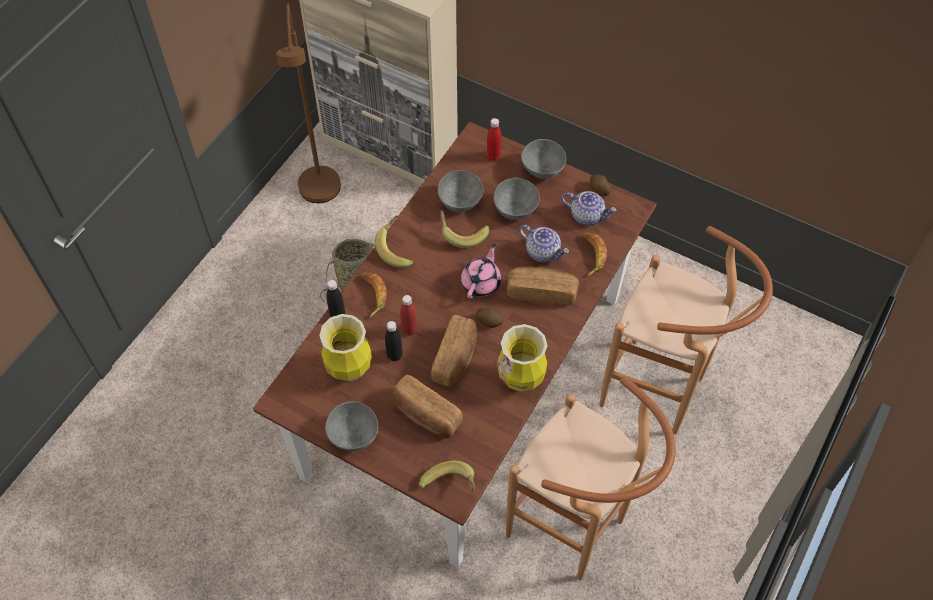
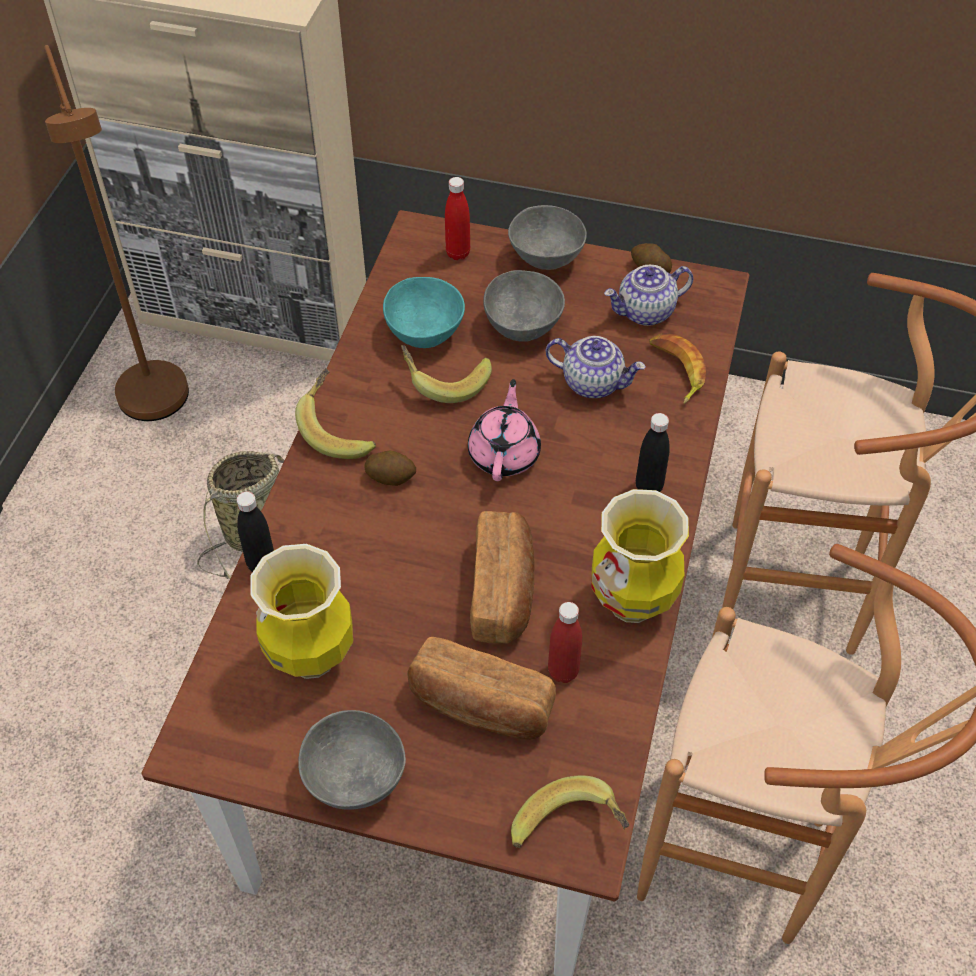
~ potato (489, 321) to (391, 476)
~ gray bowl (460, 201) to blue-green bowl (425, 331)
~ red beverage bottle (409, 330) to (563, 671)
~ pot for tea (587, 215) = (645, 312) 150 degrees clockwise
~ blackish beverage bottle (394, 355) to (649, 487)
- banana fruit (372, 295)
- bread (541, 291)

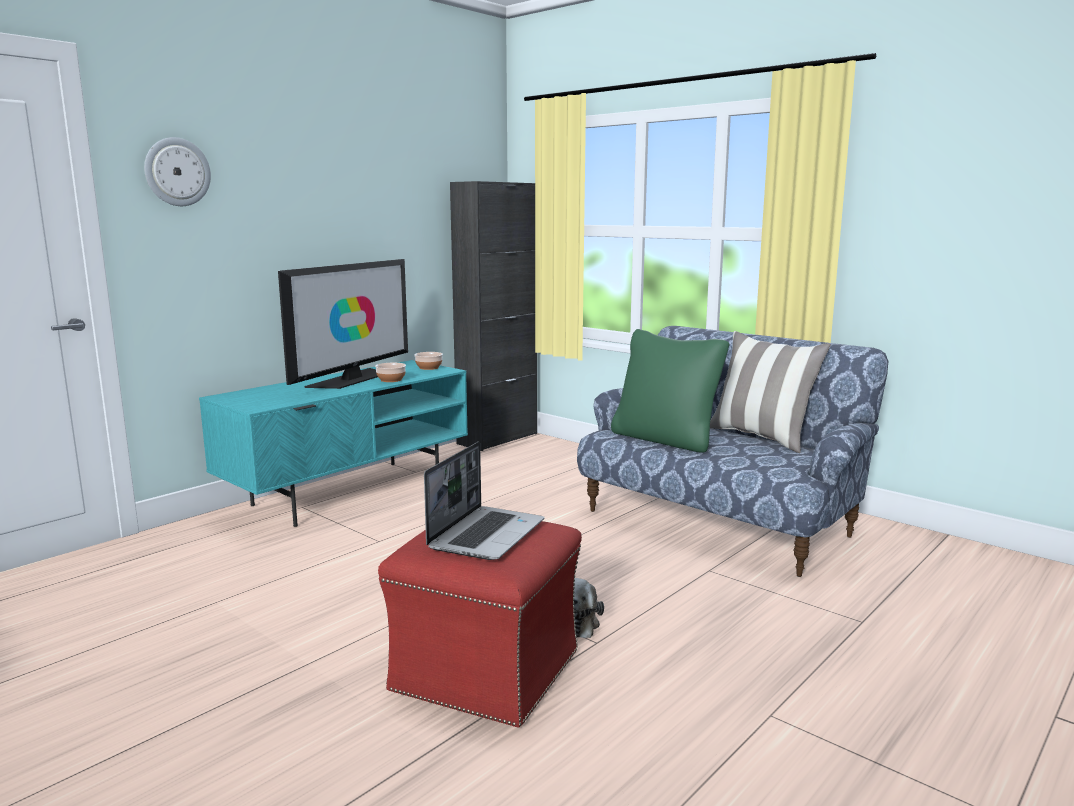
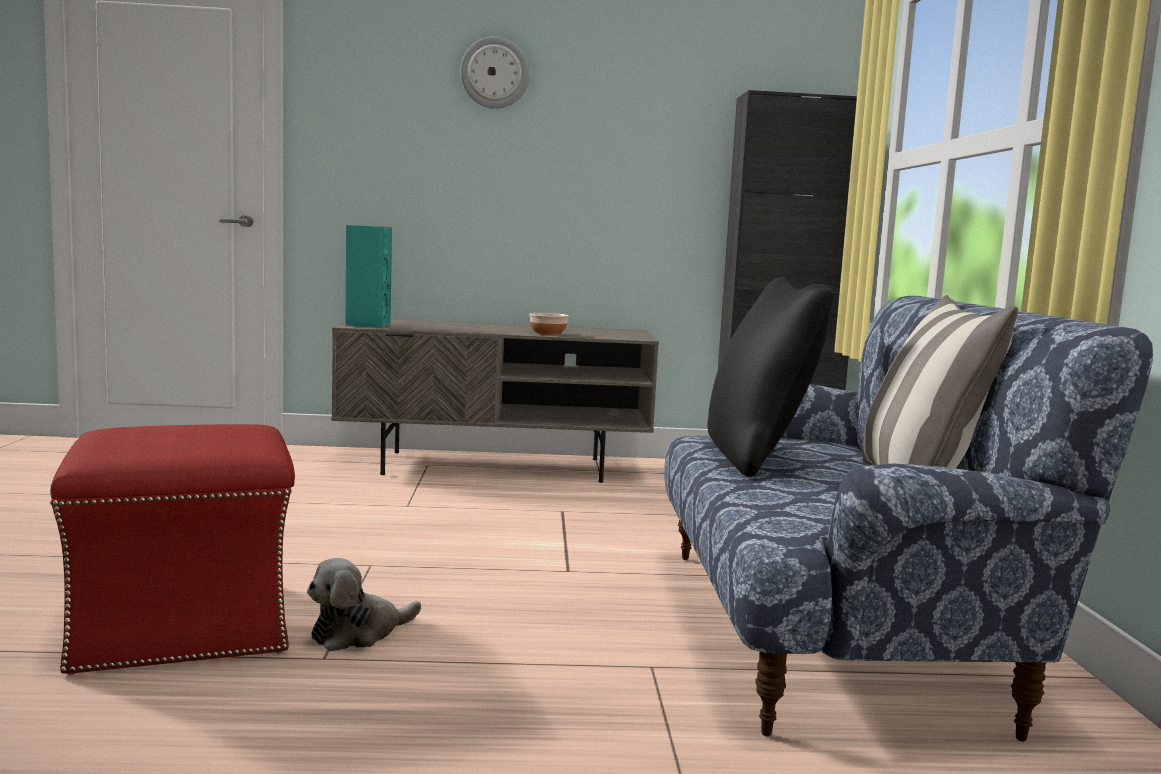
~ blue-green tv stand (349, 491) to gray tv stand (496, 466)
+ blue-green loudspeaker (368, 325)
~ clock on the wall (177, 172) to (495, 73)
~ green pillow (665, 439) to blackish pillow (756, 457)
- television (352, 379)
- bowl (428, 367)
- laptop (486, 534)

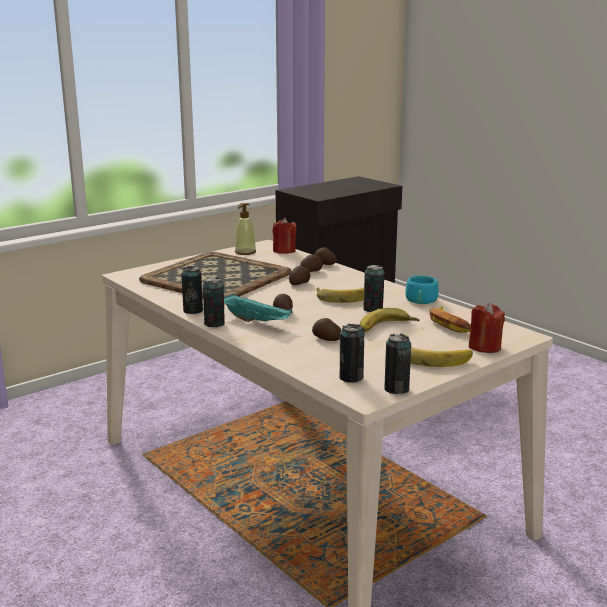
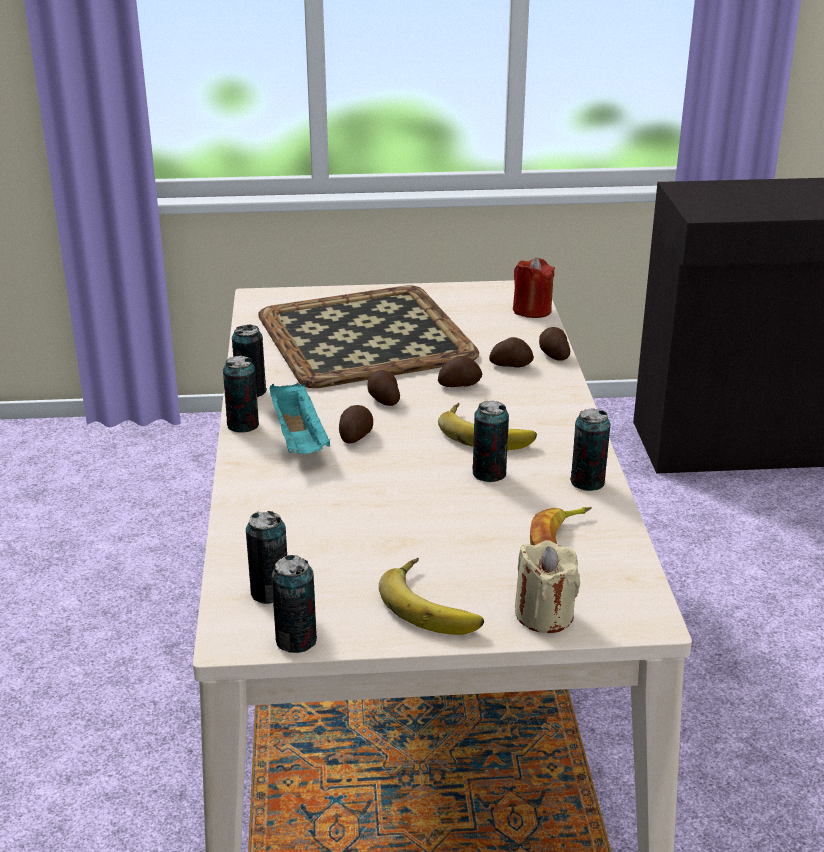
~ potato (326, 339) to (383, 399)
~ red wax candle (484, 347) to beige wax candle (544, 615)
~ blue-green drinking cup (421, 301) to can (587, 482)
- soap dispenser (245, 252)
- banana fruit (387, 328)

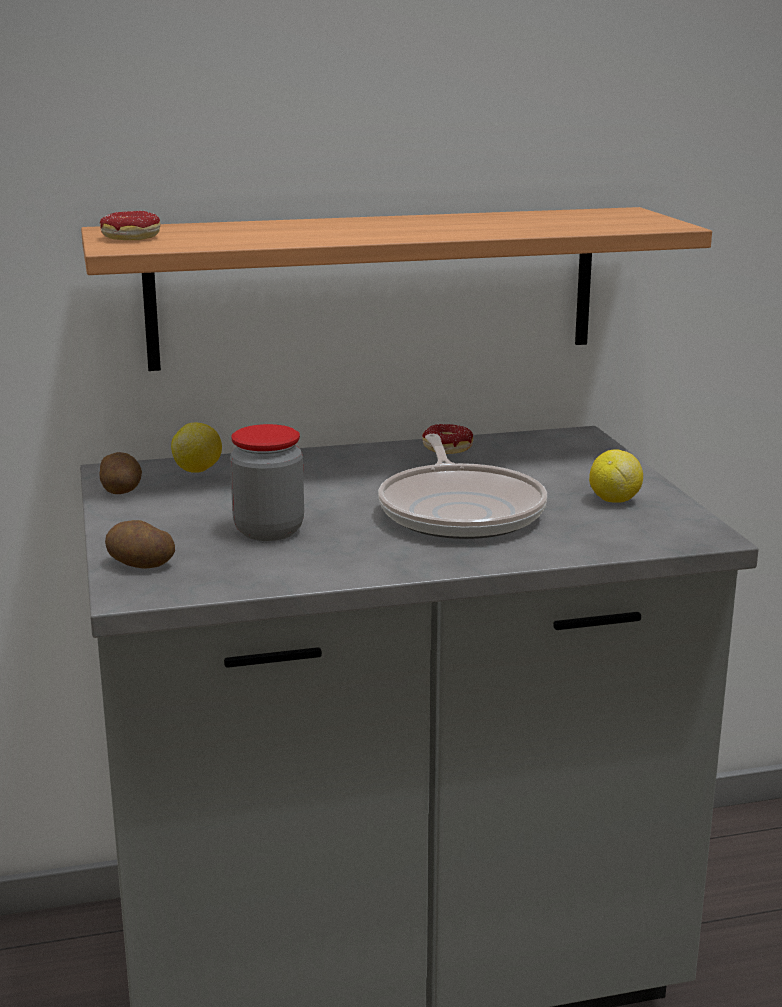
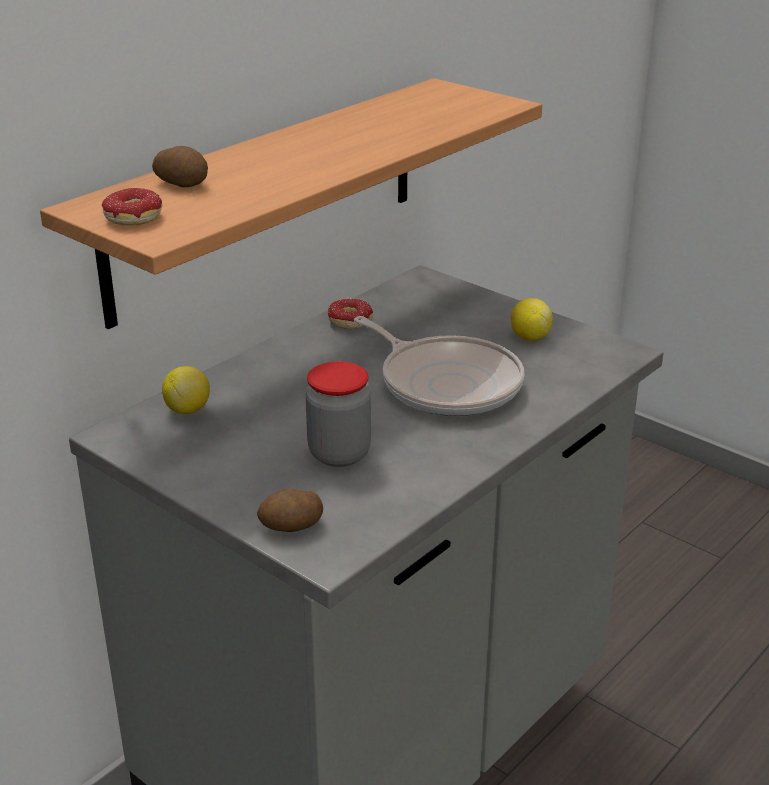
~ potato (121, 490) to (183, 183)

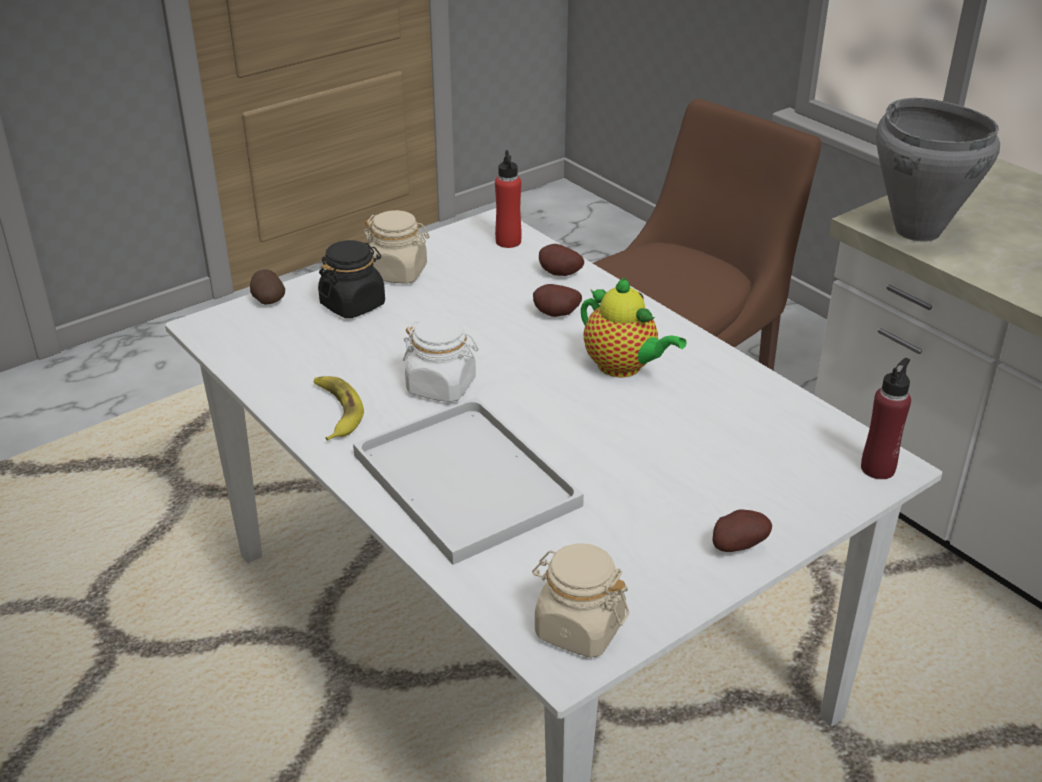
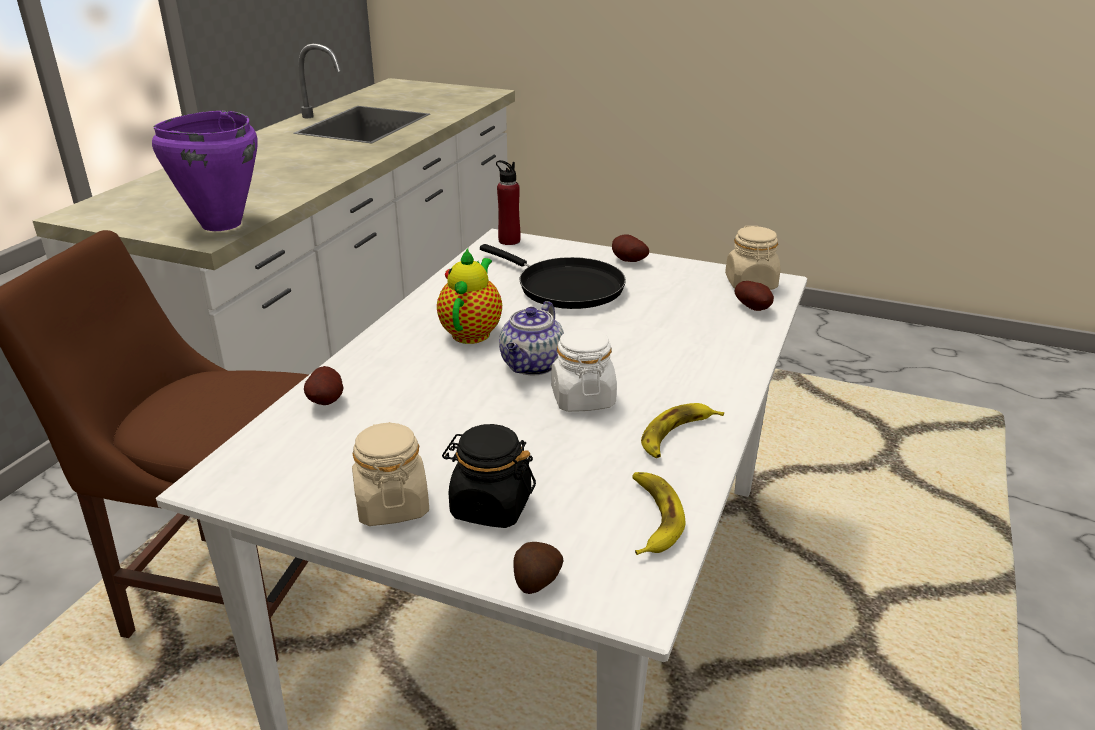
~ gray stockpot (917, 230) to purple stockpot (220, 224)
+ blackish skillet (564, 287)
+ pot for tea (532, 366)
+ banana fruit (652, 517)
~ potato (556, 315) to (754, 309)
- white tray (461, 479)
- red beverage bottle (508, 242)

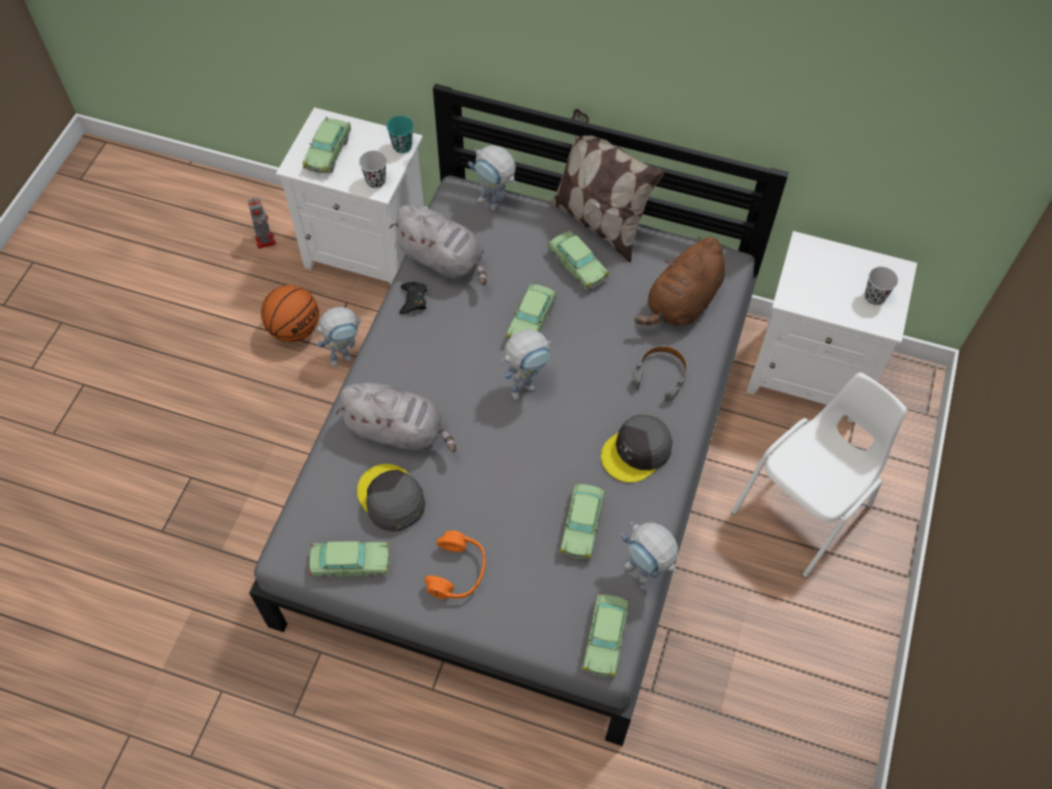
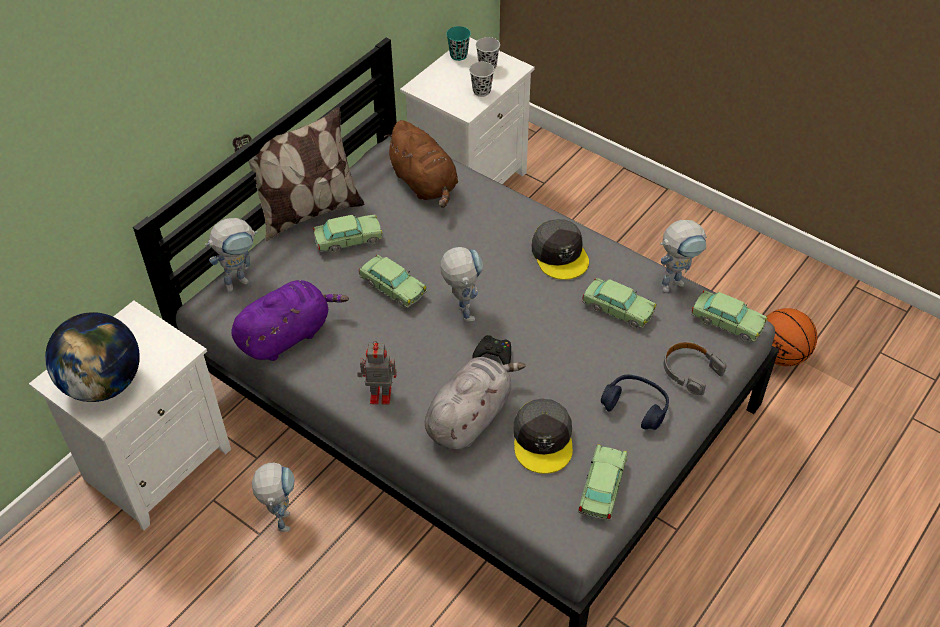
~ model car (328, 152) to globe (104, 383)
~ gray soft toy (443, 261) to purple soft toy (287, 335)
~ robot figure (265, 240) to (379, 394)
~ blue-green drinking cup (402, 146) to (458, 55)
~ blackish drinking cup (376, 181) to (481, 91)
~ blackish gamepad (413, 300) to (494, 354)
~ gray cap (391, 498) = (543, 440) 75 degrees counterclockwise
~ orange headset (457, 571) to bluish headset (636, 407)
~ gray headset (660, 375) to (690, 370)
~ basketball ball (294, 329) to (781, 355)
- white plain chair (804, 510)

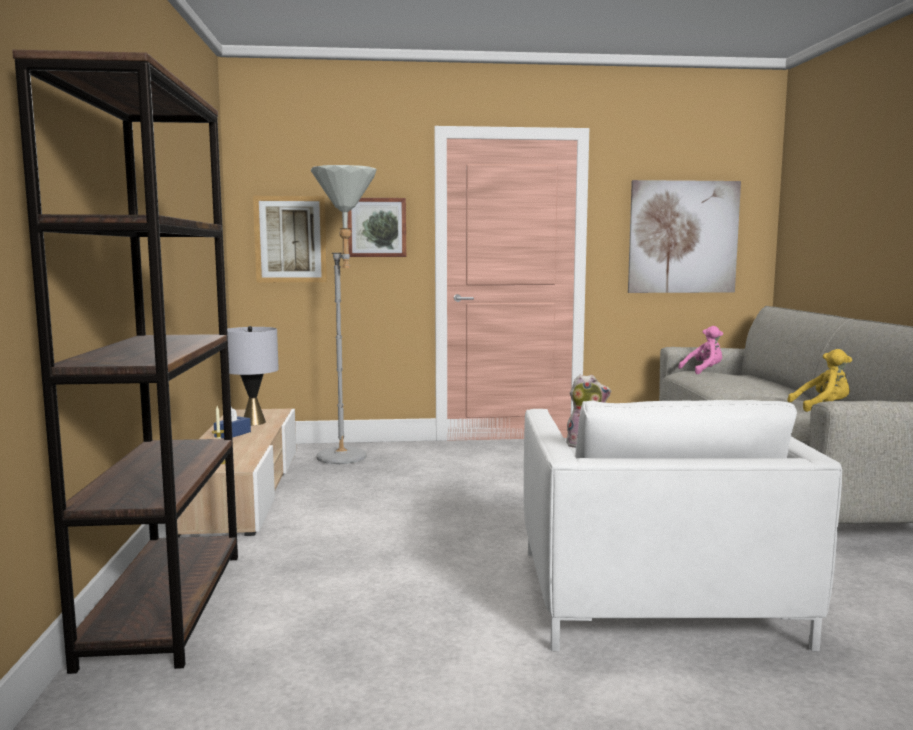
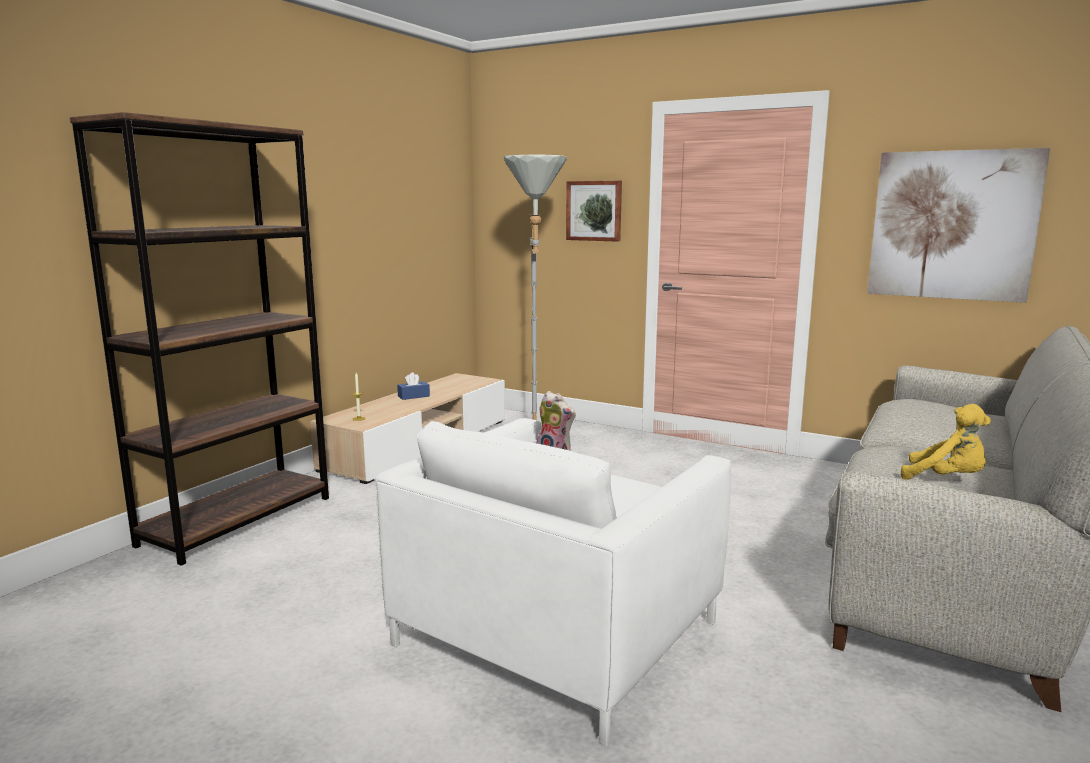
- gray tabletop lamp (253, 422)
- wall art (290, 239)
- pink soft toy (704, 371)

